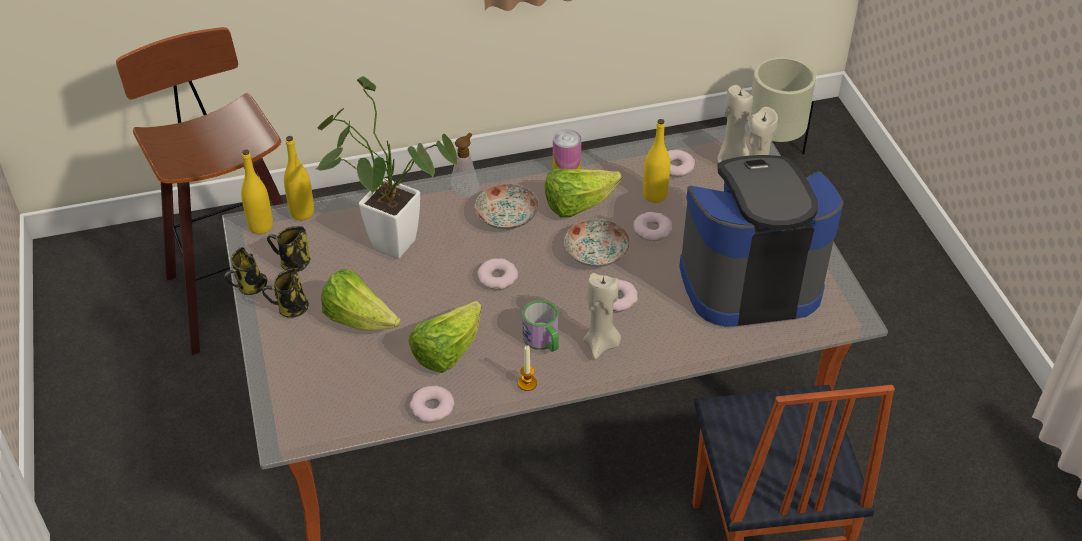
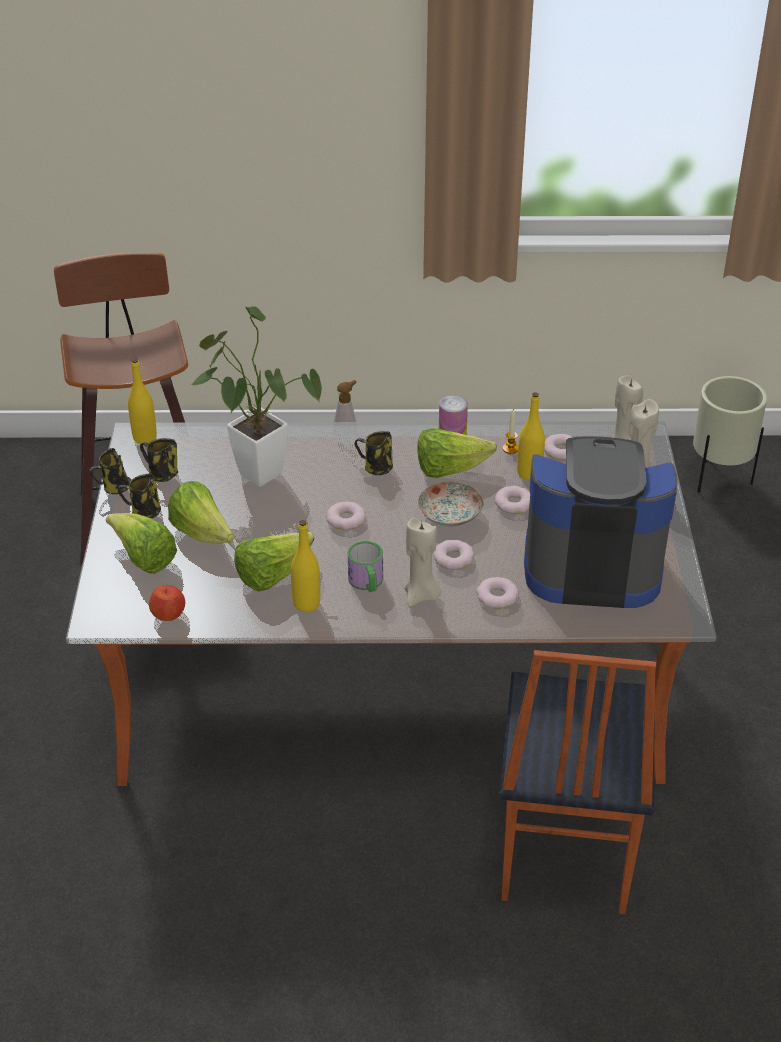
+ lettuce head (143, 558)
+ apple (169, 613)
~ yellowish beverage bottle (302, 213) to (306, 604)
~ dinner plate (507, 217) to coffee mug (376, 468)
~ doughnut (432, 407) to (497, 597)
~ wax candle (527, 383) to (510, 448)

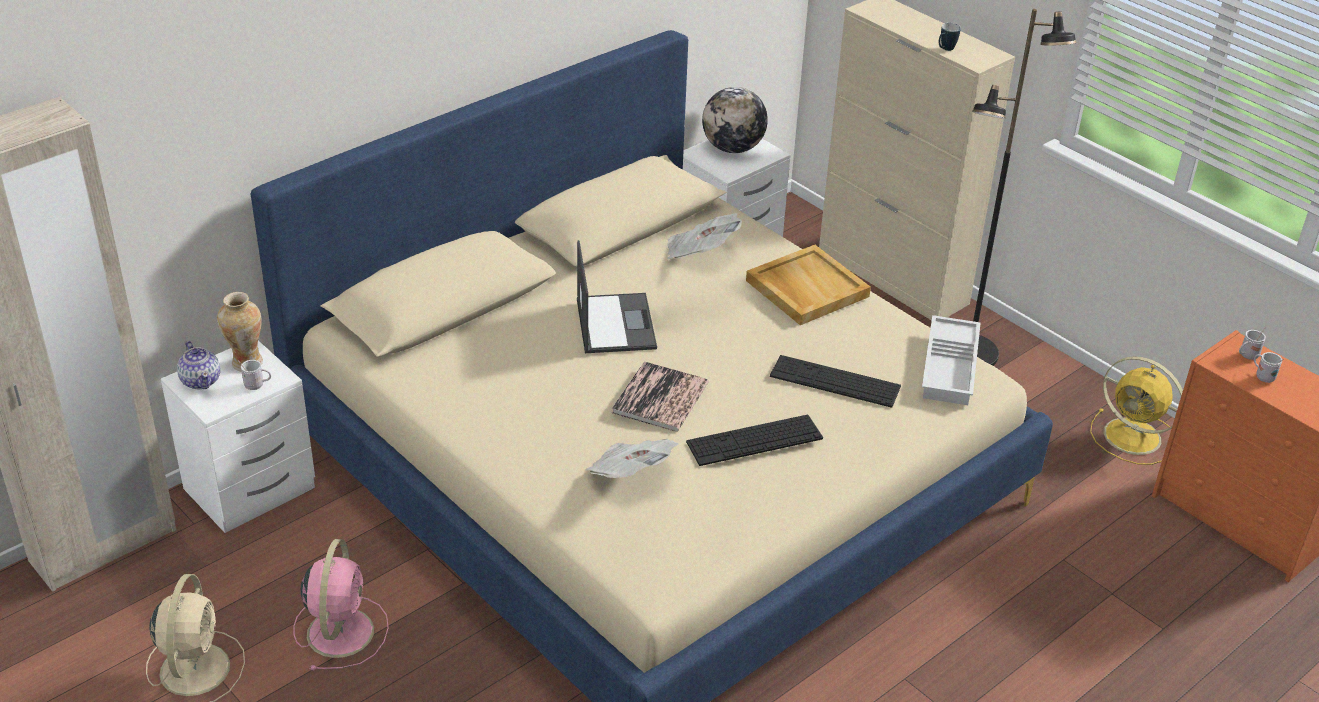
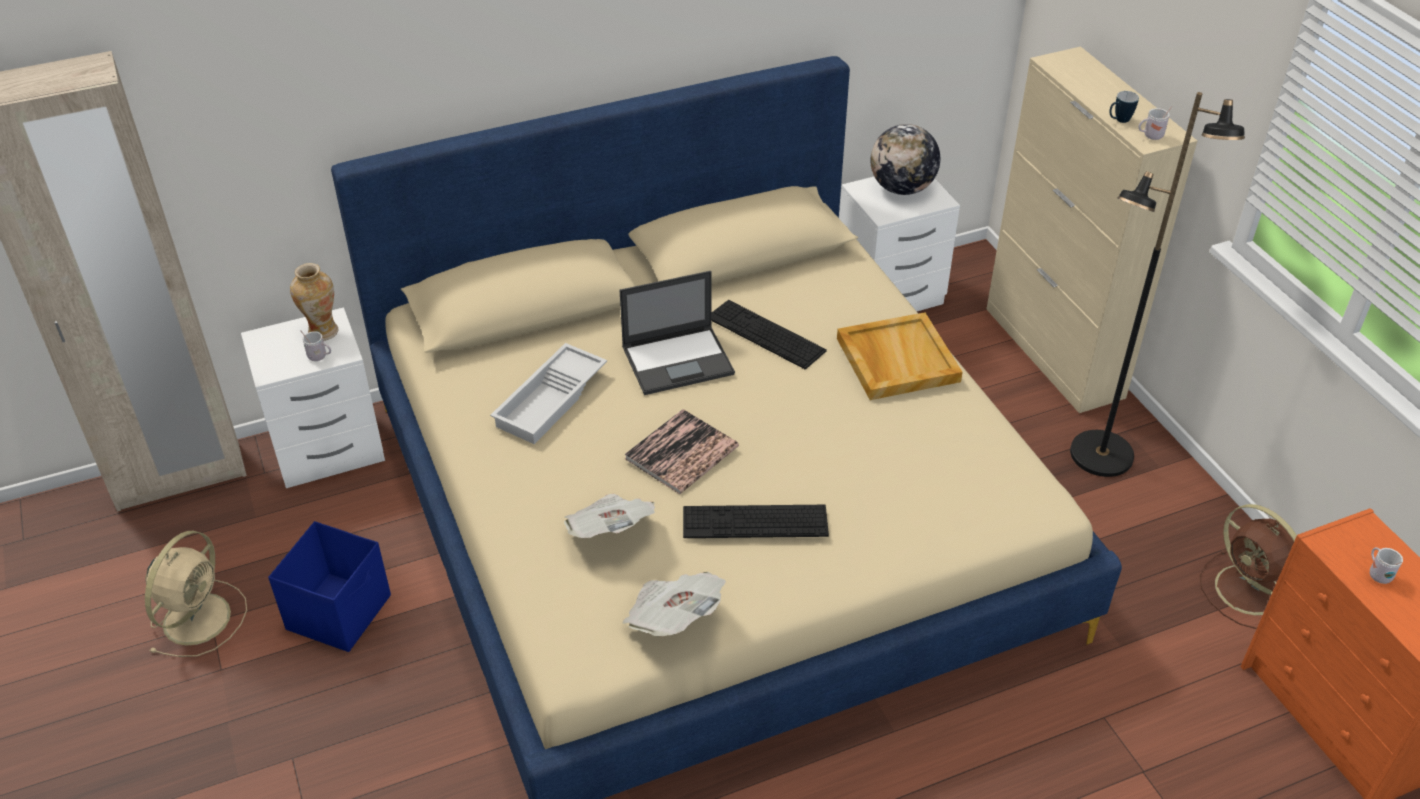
~ pink fan (341, 630) to bluish storage box (340, 612)
~ white tray (951, 367) to (552, 401)
~ laptop (615, 323) = (679, 360) 60 degrees clockwise
~ printed paper (700, 253) to (673, 618)
~ PC keyboard (835, 381) to (765, 334)
~ white coffee mug (1246, 356) to (1150, 136)
~ yellowish fan (1134, 437) to brownish fan (1250, 592)
- pot for tea (201, 380)

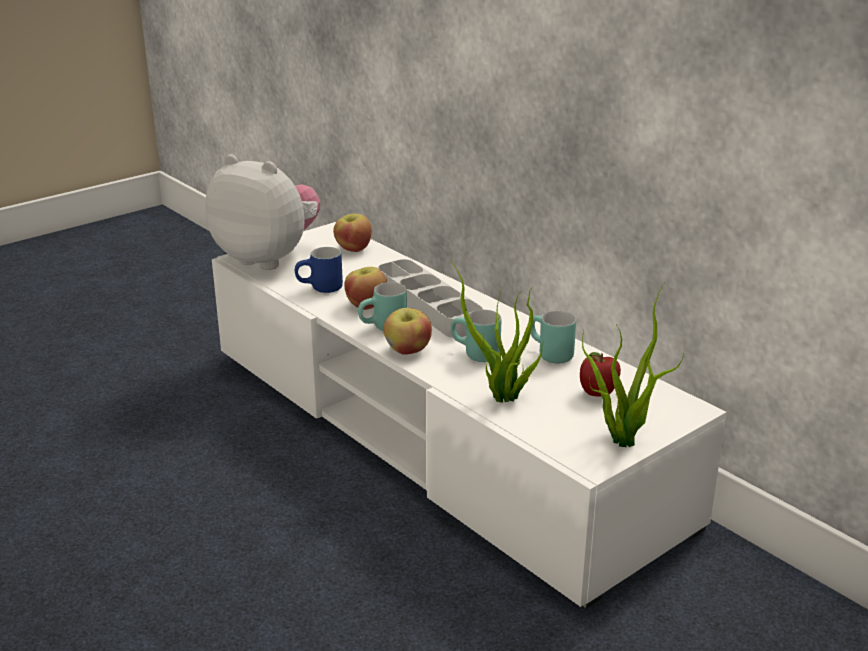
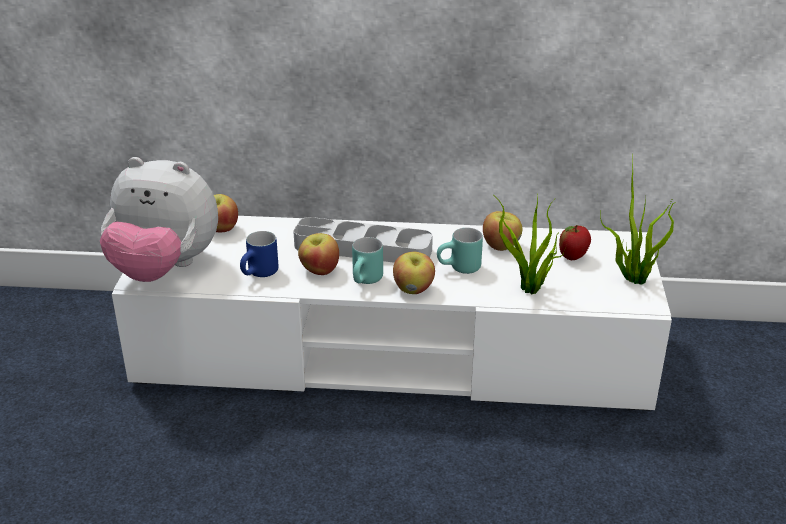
~ soft toy (268, 258) = (164, 269) 150 degrees counterclockwise
~ blue-green coffee mug (548, 355) to apple (501, 246)

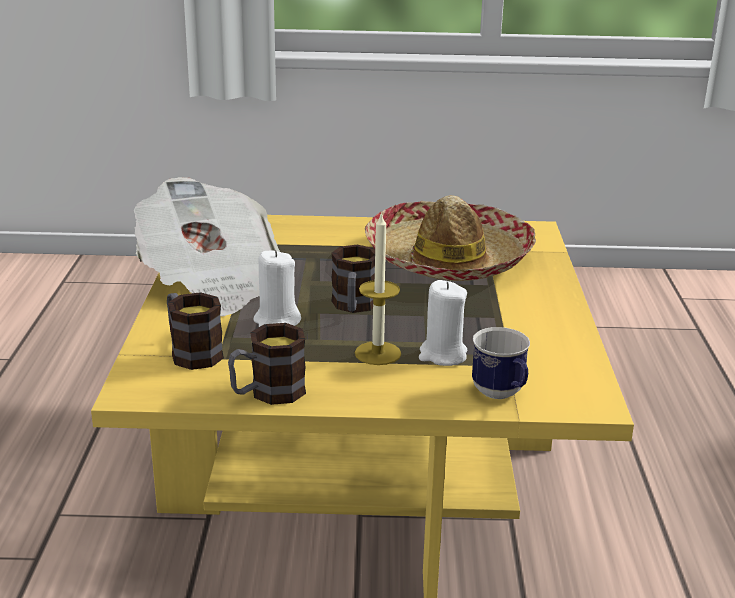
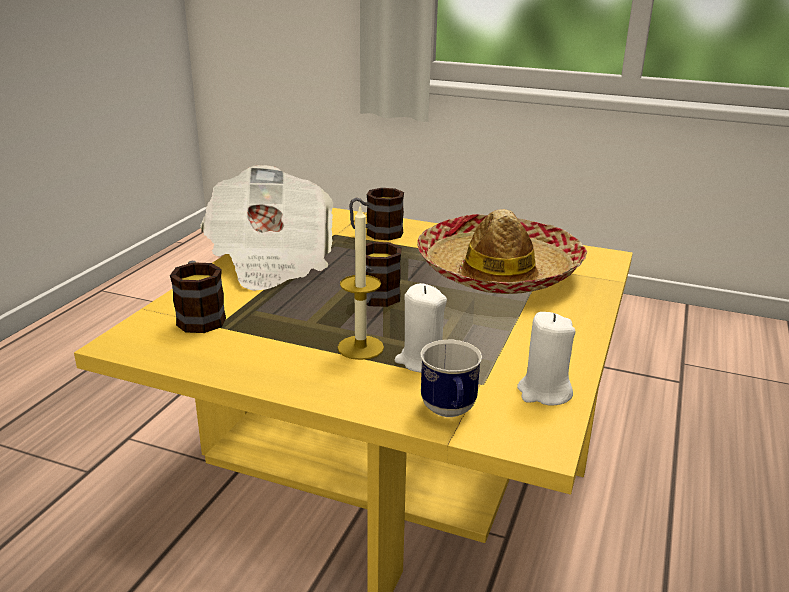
~ coffee mug (267, 393) to (376, 234)
~ white wax candle (277, 321) to (544, 392)

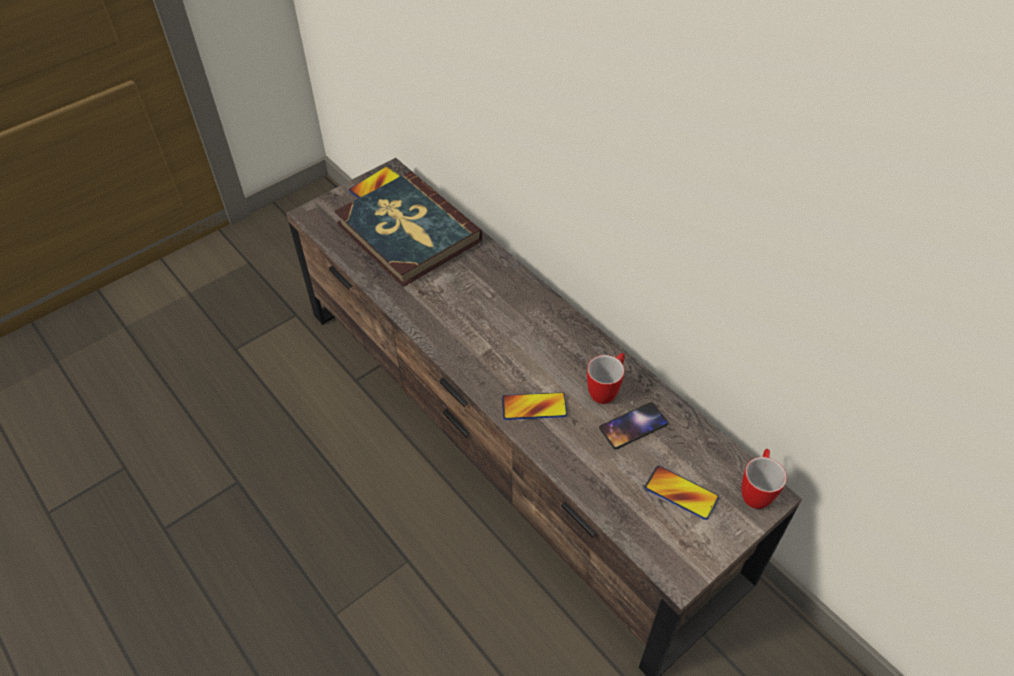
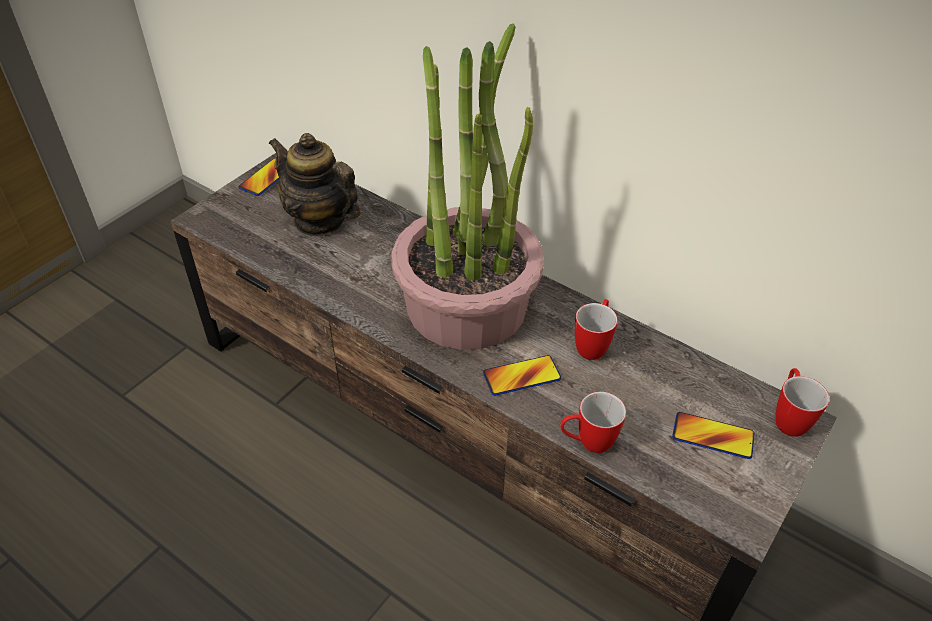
~ volume (407, 232) to pot for tea (319, 220)
+ potted plant (467, 304)
+ coffee mug (587, 442)
- phone (633, 426)

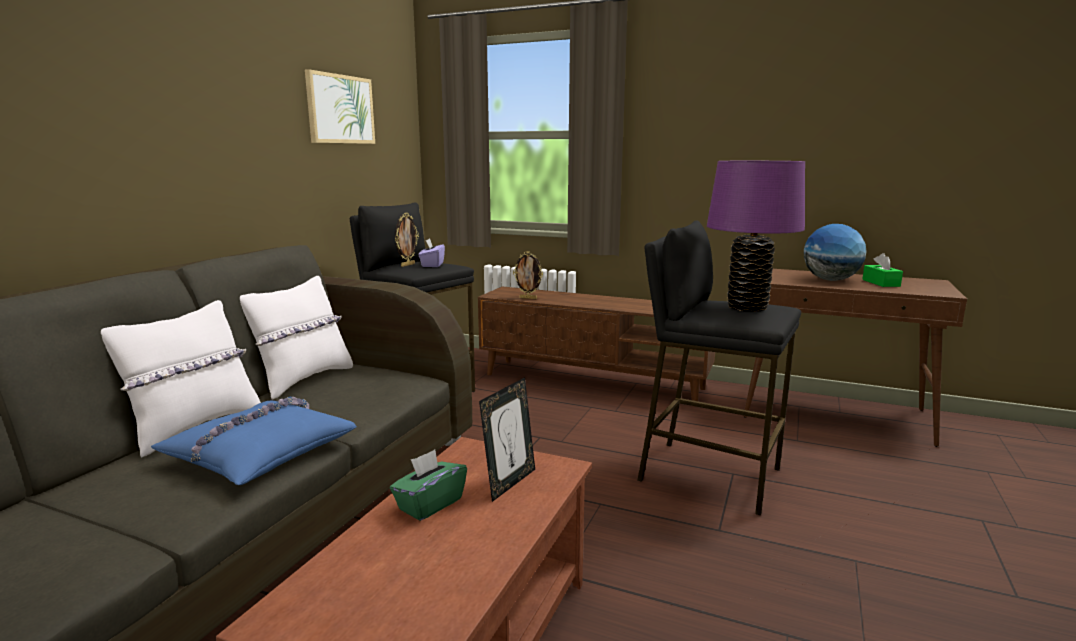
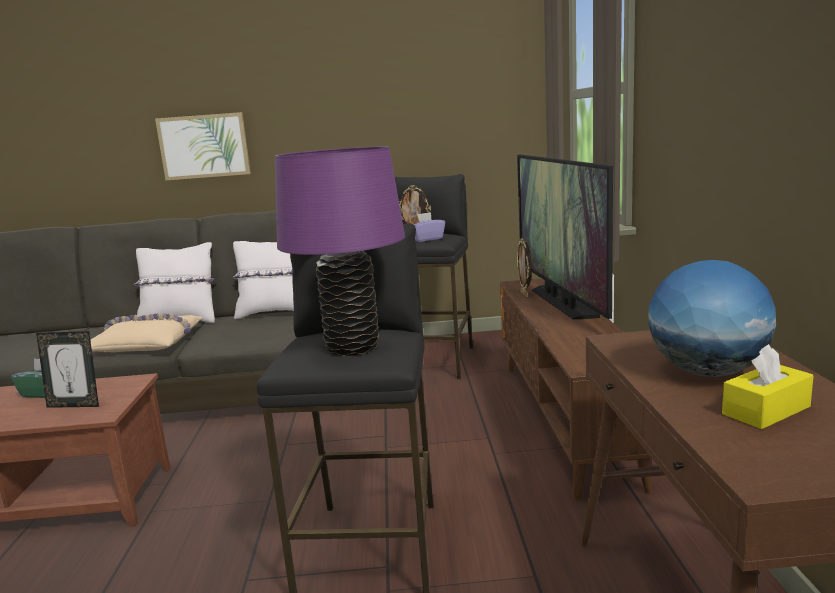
~ bluish pillow (259, 453) to beige pillow (148, 343)
~ wall art (340, 109) to (204, 146)
+ television (562, 302)
~ green tissue holder (881, 283) to yellowish tissue holder (766, 410)

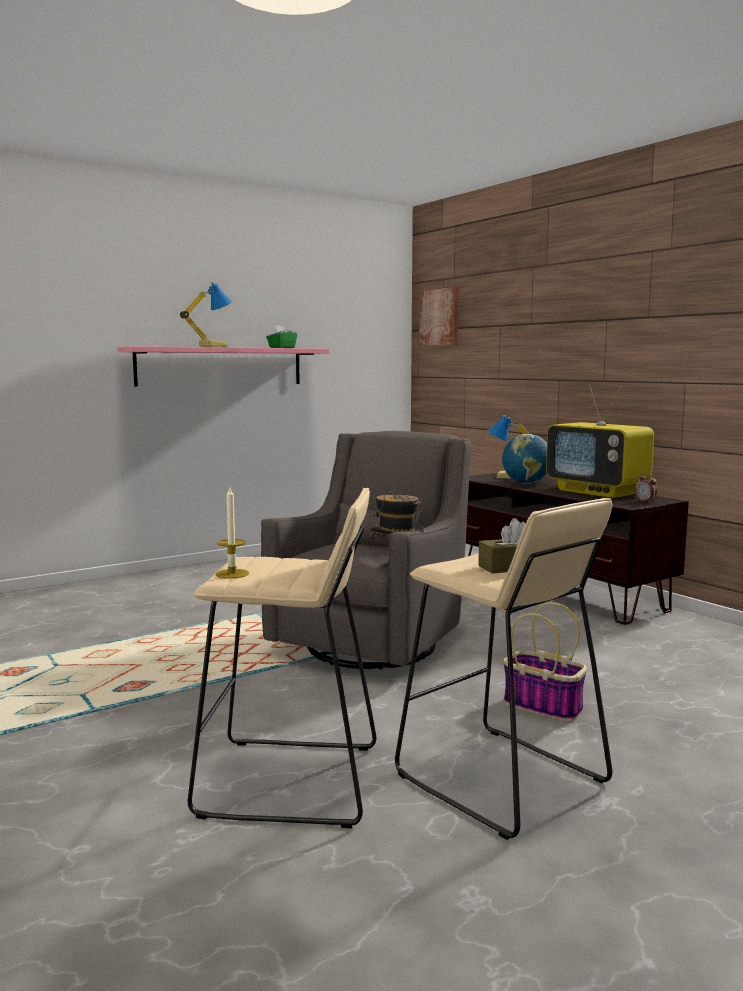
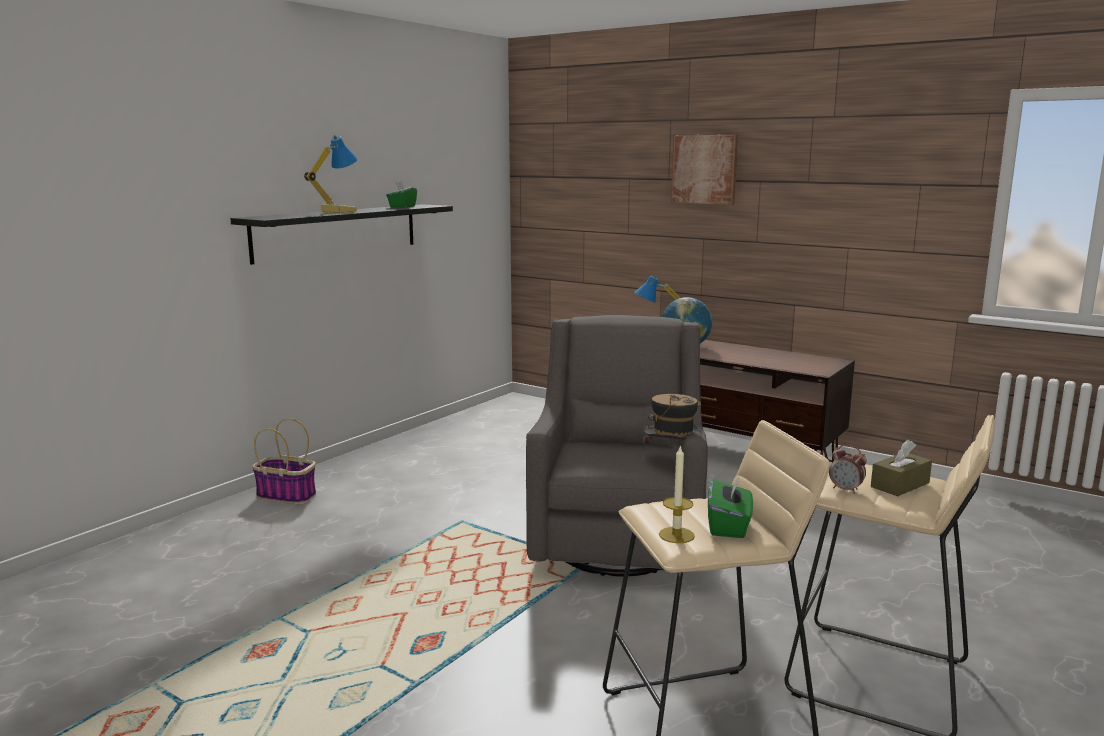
~ pink wall shelf (221, 366) to blackish wall shelf (337, 232)
~ basket (544, 706) to (287, 496)
~ wall art (439, 317) to (704, 169)
+ green tissue holder (728, 526)
~ alarm clock (645, 501) to (846, 489)
- television (598, 492)

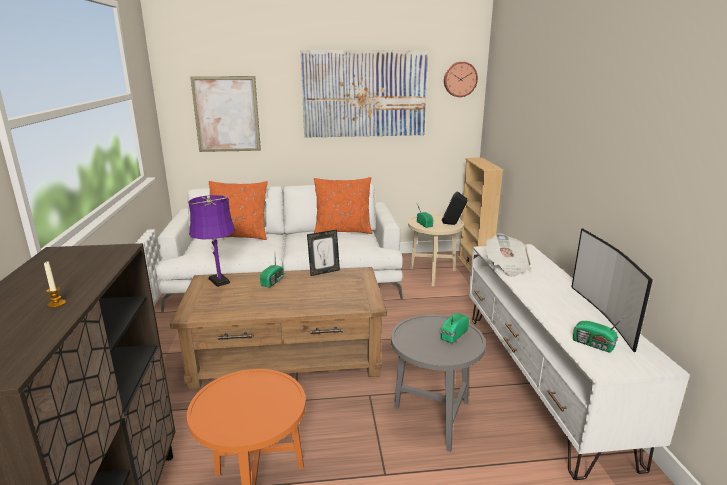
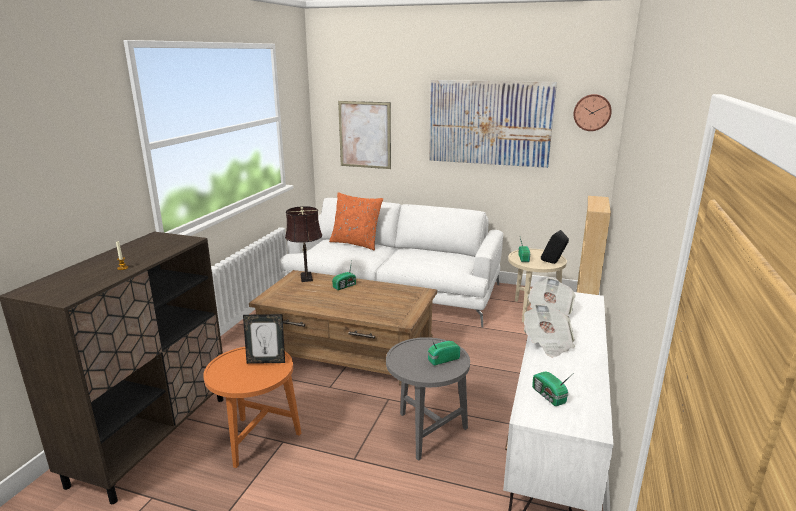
~ standing frame (324, 272) to (266, 361)
~ purple tabletop lamp (218, 280) to brownish tabletop lamp (306, 277)
+ printed paper (547, 343)
- orange pillow (343, 231)
- television (604, 315)

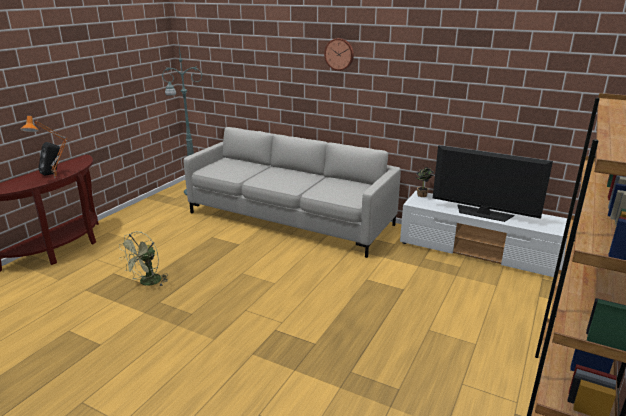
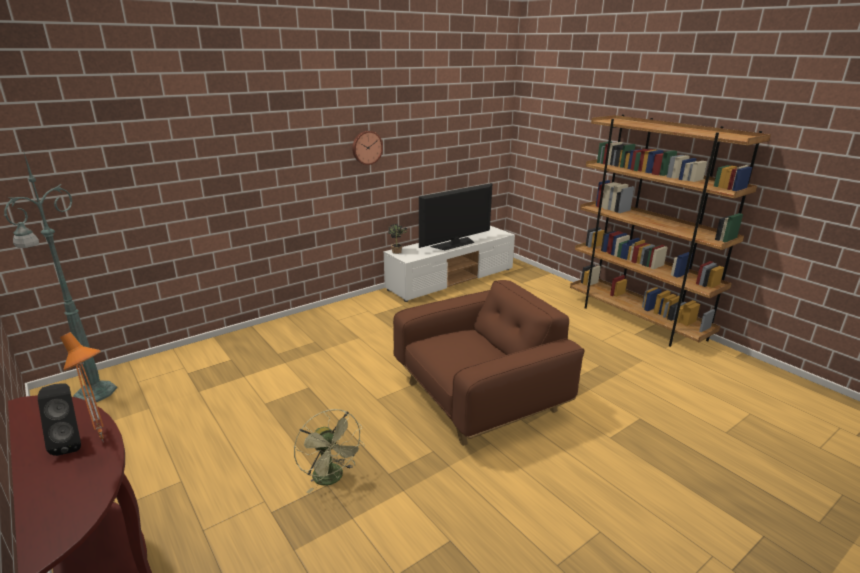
~ clock on the wall (339, 54) to (366, 147)
+ brownish easy chair (480, 397)
- gray settee (290, 219)

